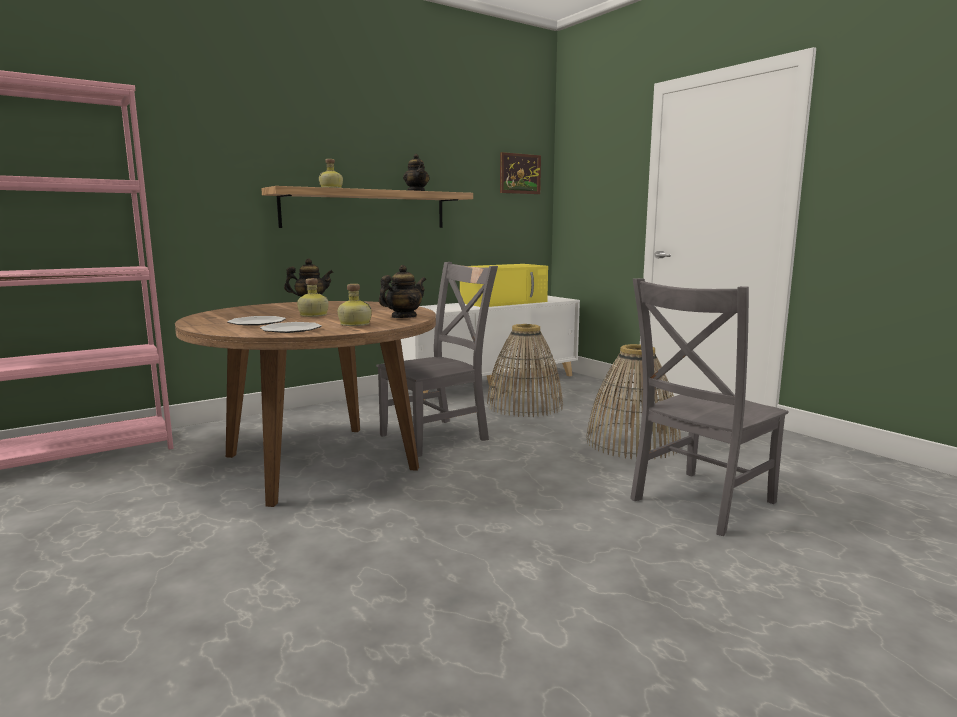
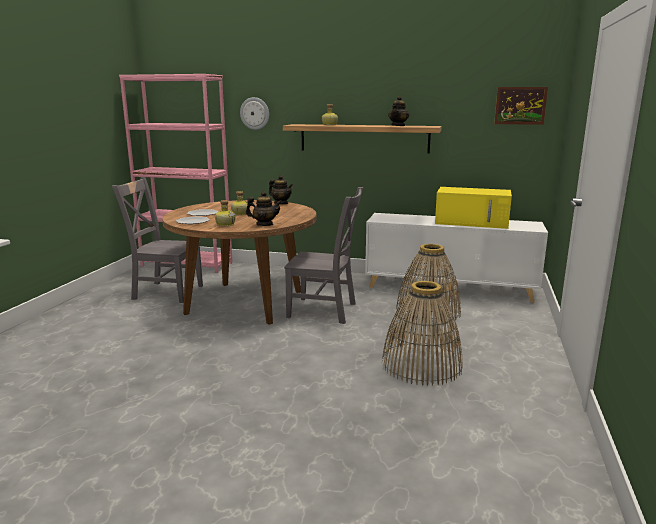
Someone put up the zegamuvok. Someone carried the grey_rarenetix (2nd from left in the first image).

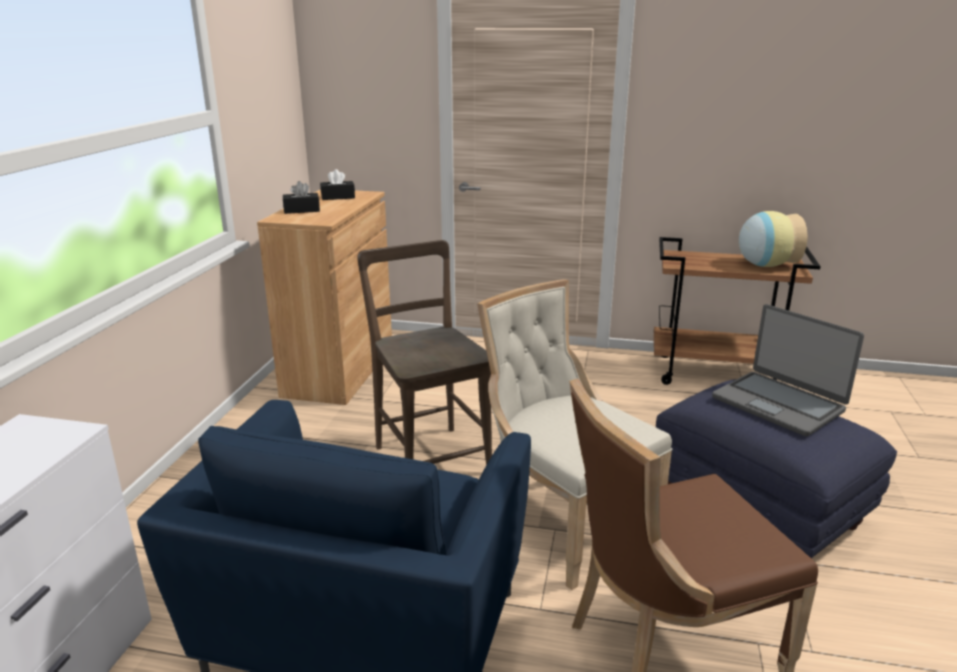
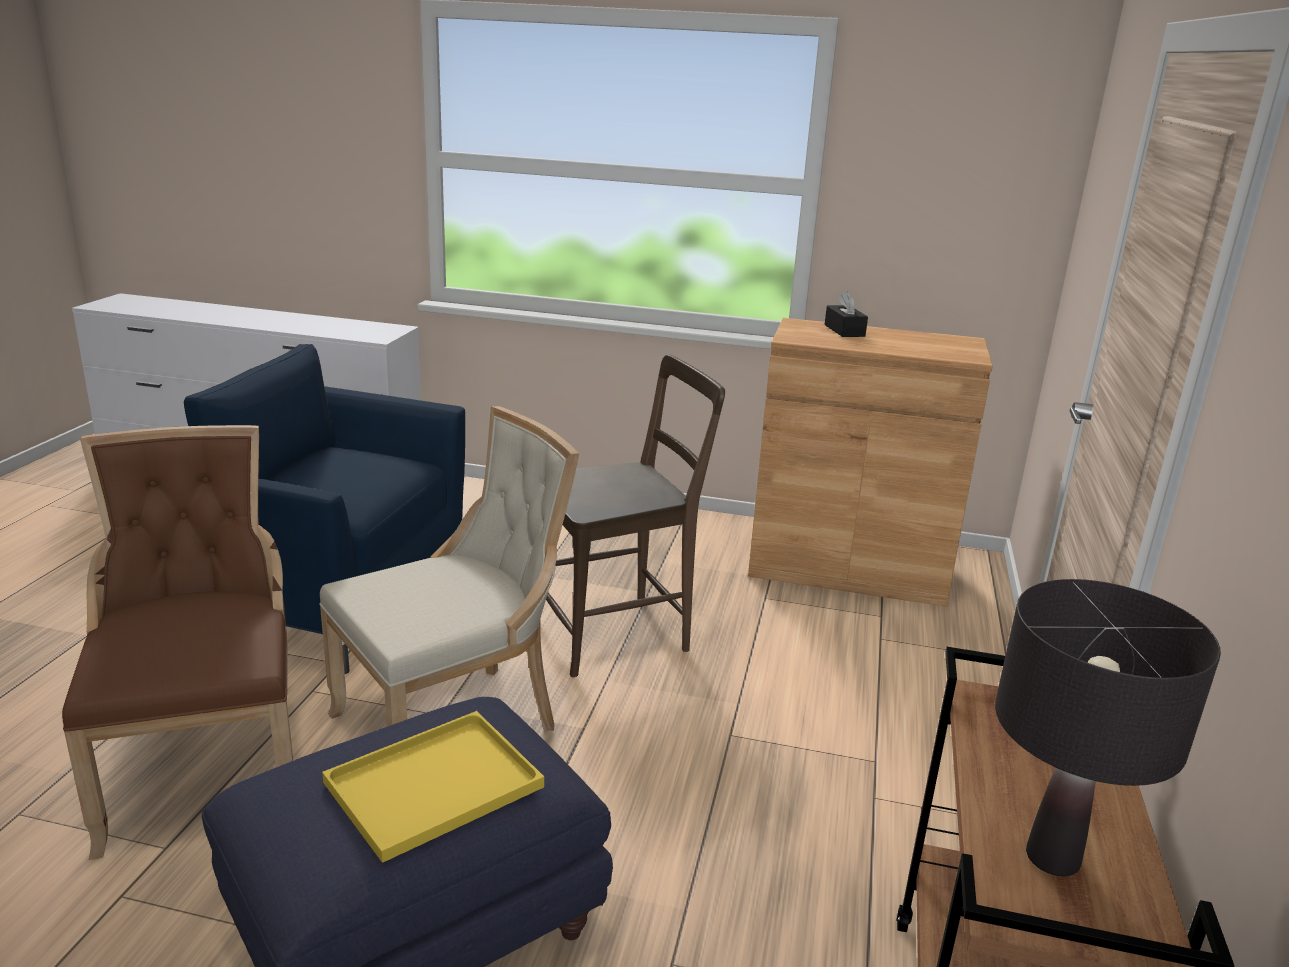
Someone took away the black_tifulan (2nd from left). Someone swapped the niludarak for the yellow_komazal. Someone swapped the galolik for the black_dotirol.

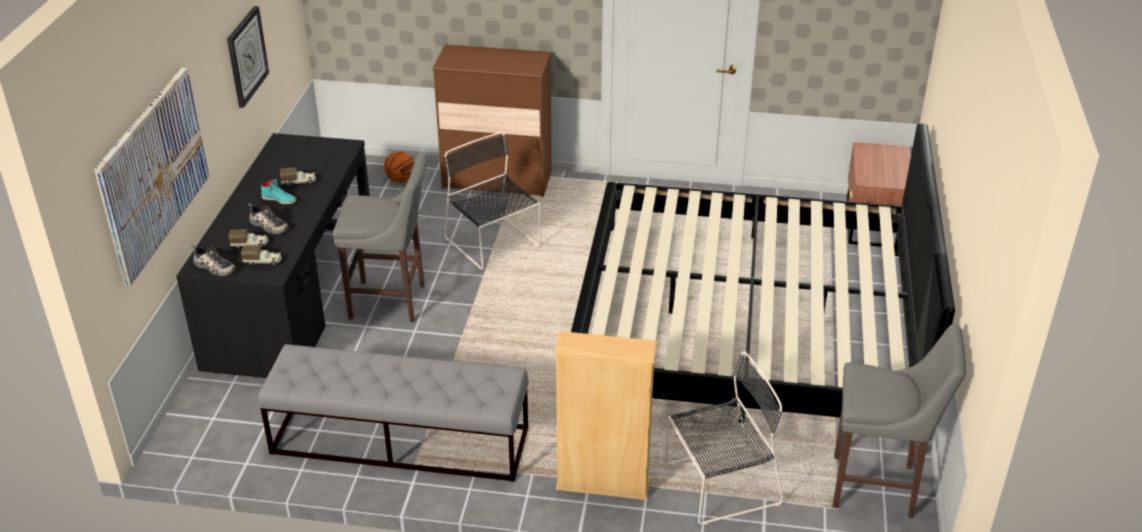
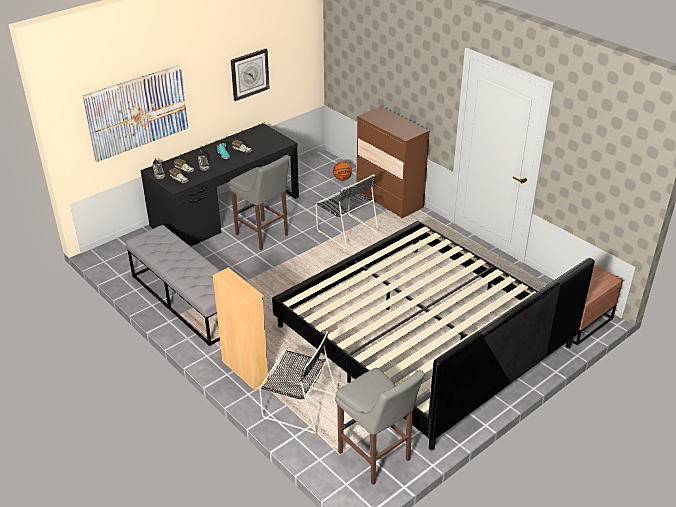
Someone rotated the black_rarenetix (1st from left in the first image) by 135 degrees clockwise.

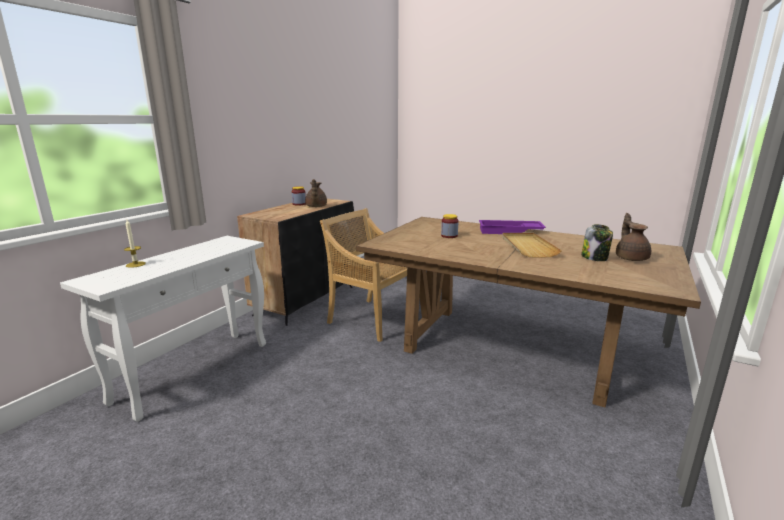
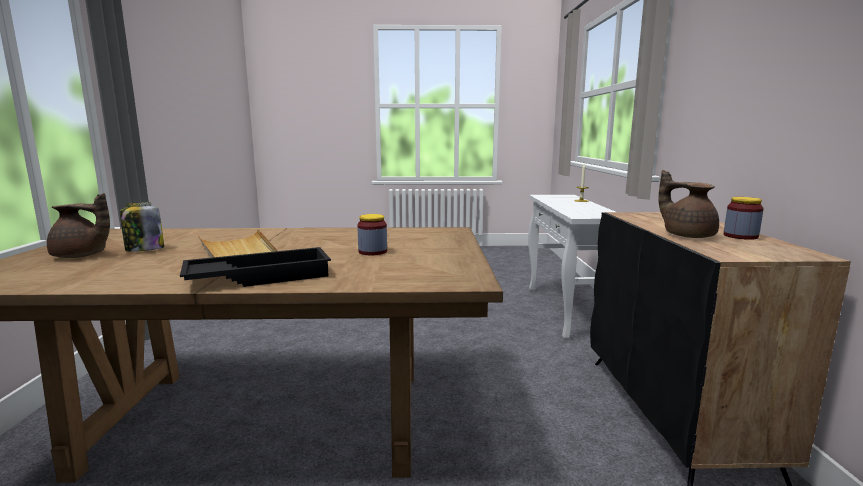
Someone took away the beige_rarenetix. Someone repainted the purple_komazal, which became the black_komazal. Someone rotated the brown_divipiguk (2nd from left in the first image) by 60 degrees counterclockwise.

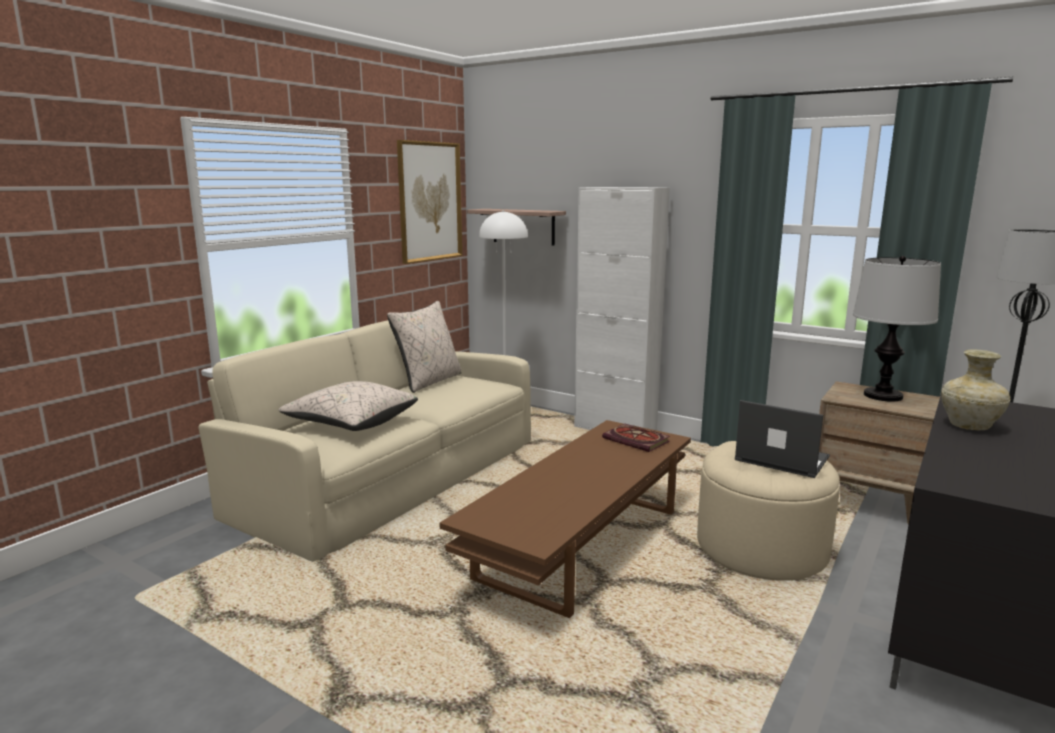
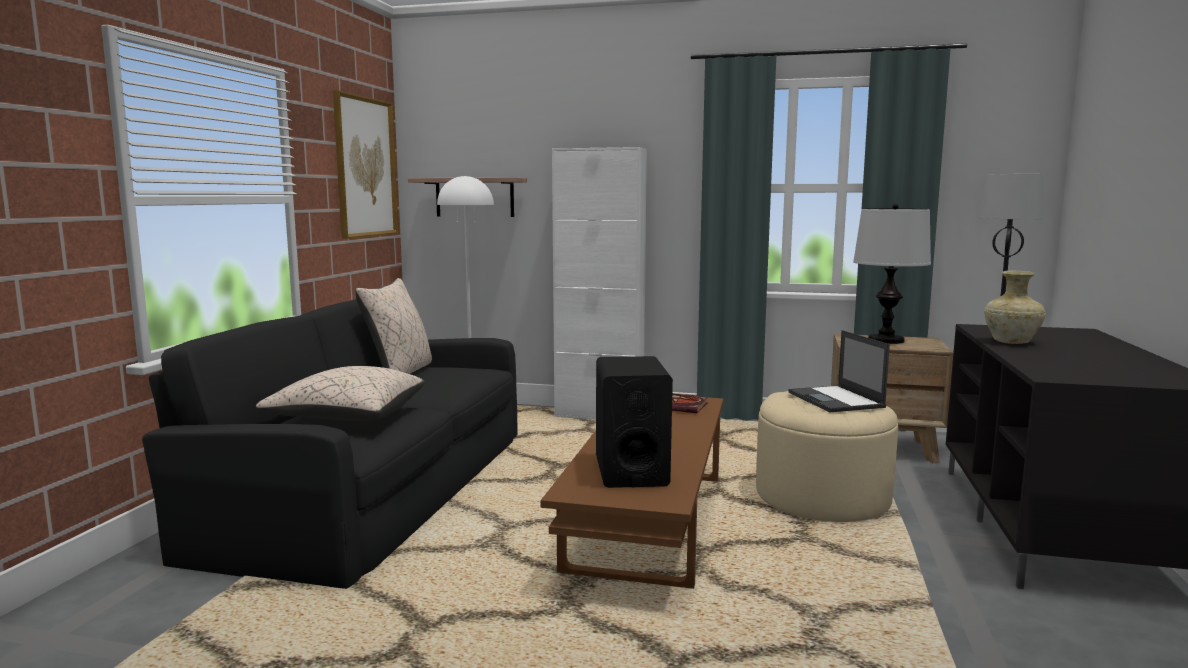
Someone put down the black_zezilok. Someone repainted the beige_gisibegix, which became the black_gisibegix. Someone rotated the niludarak by 120 degrees counterclockwise.

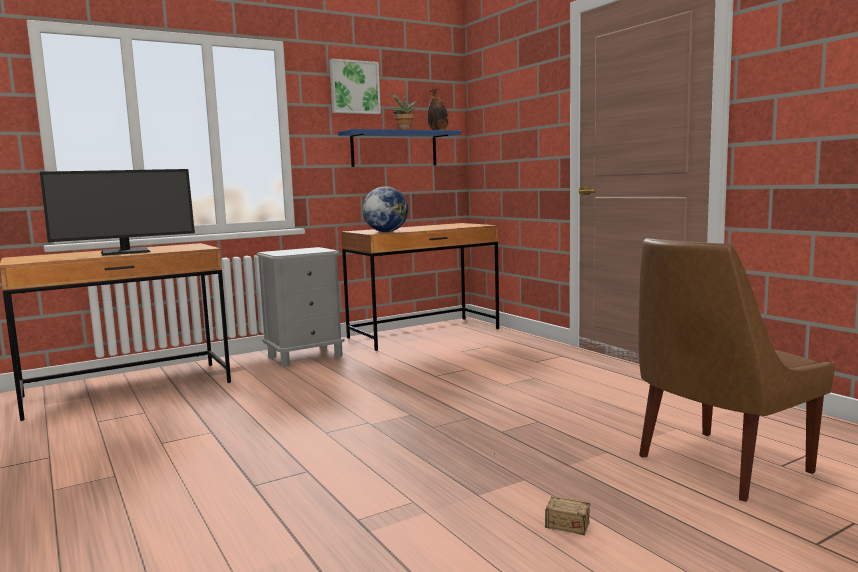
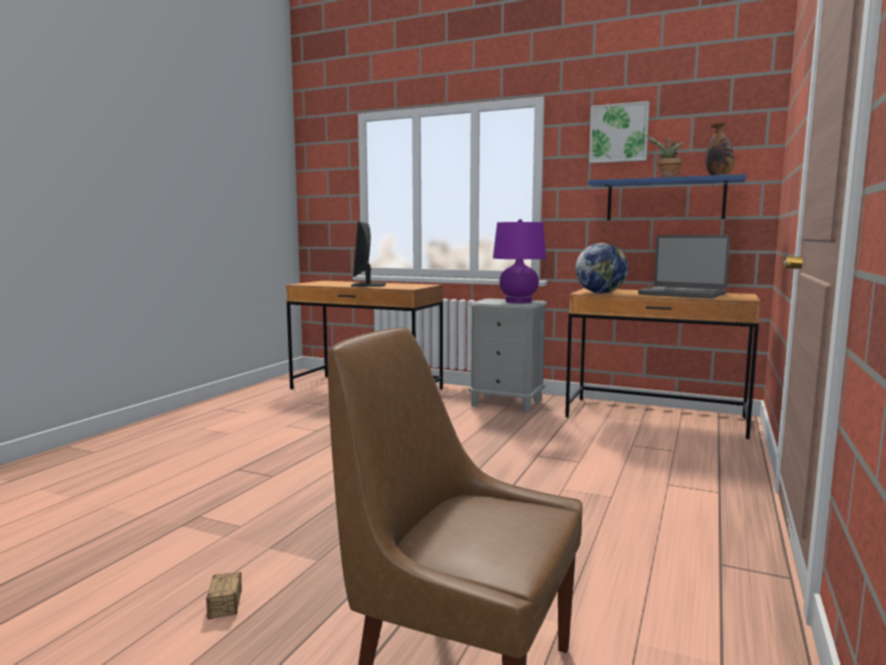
Someone put down the purple_dotirol. Someone put down the niludarak. Someone rotated the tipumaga by 60 degrees clockwise.

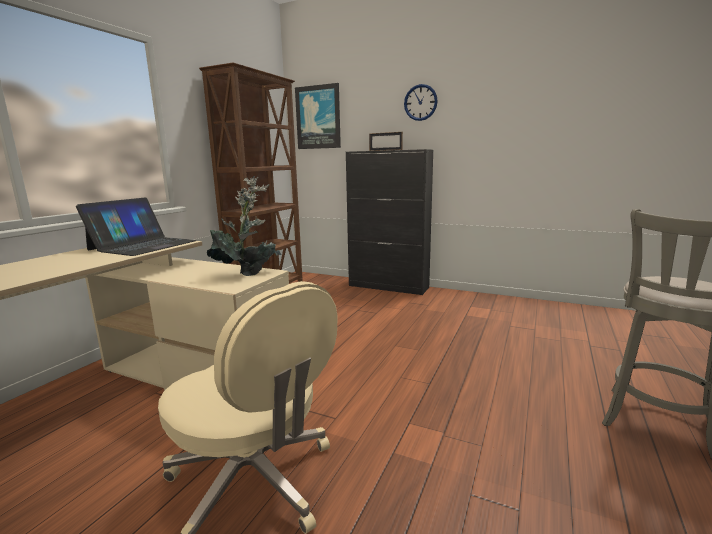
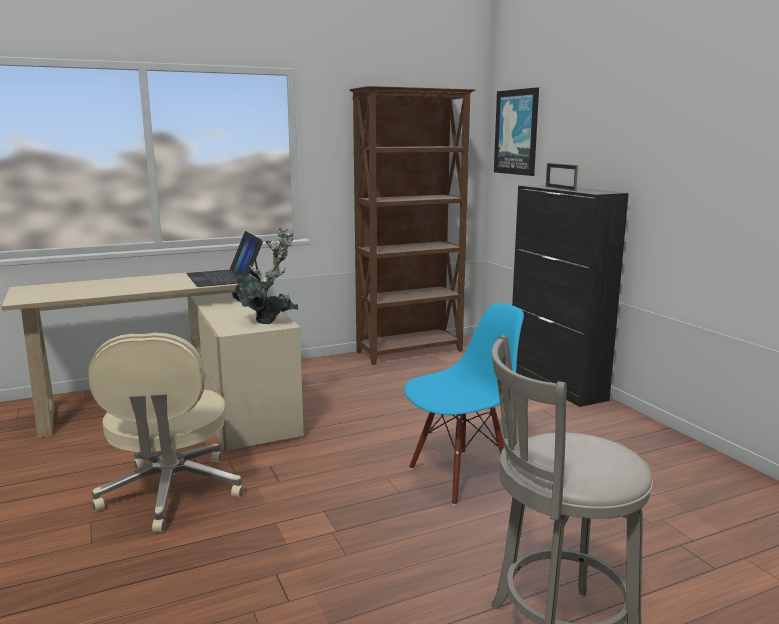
Someone took away the zegamuvok. Someone put down the blue_rarenetix. Someone rotated the niludarak by 90 degrees clockwise.

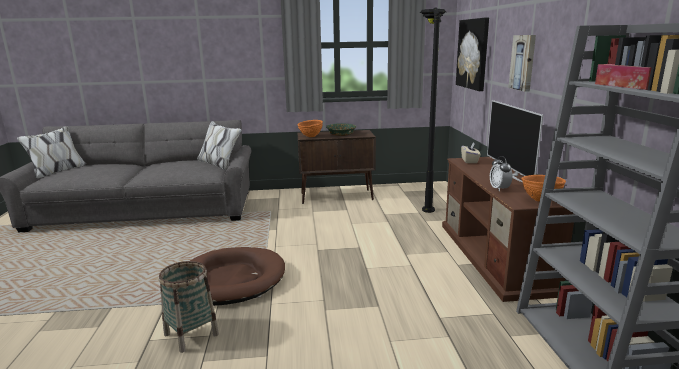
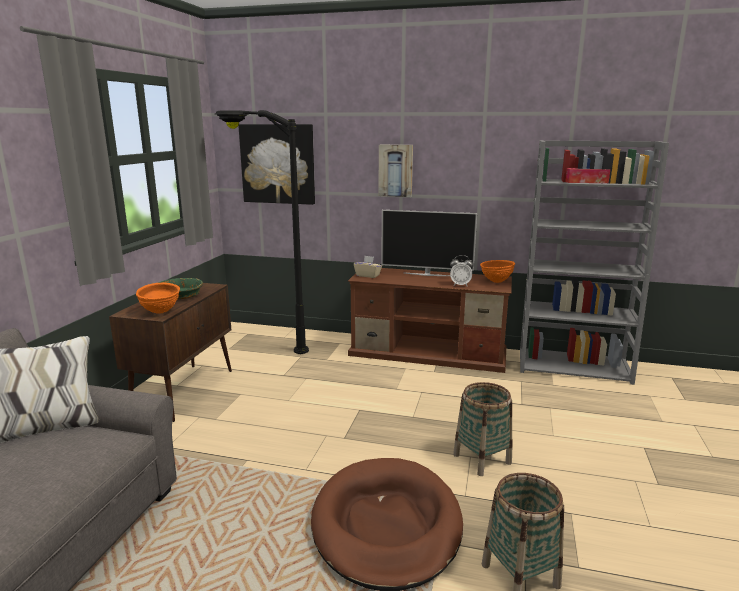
Someone put down the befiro (1st from left).

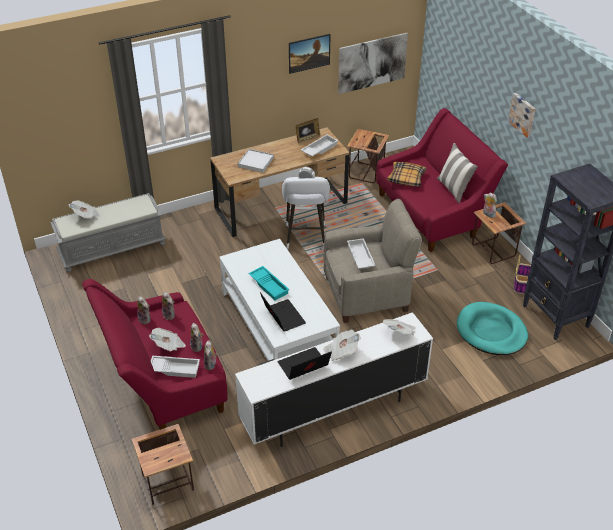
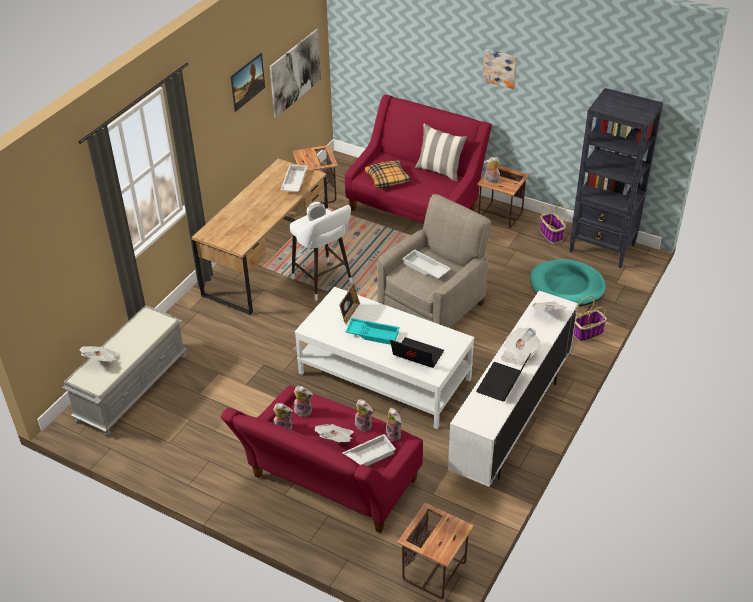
Someone took away the white_komazal (2nd from left). Someone put down the befiro (2nd from left). Someone carried the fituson.

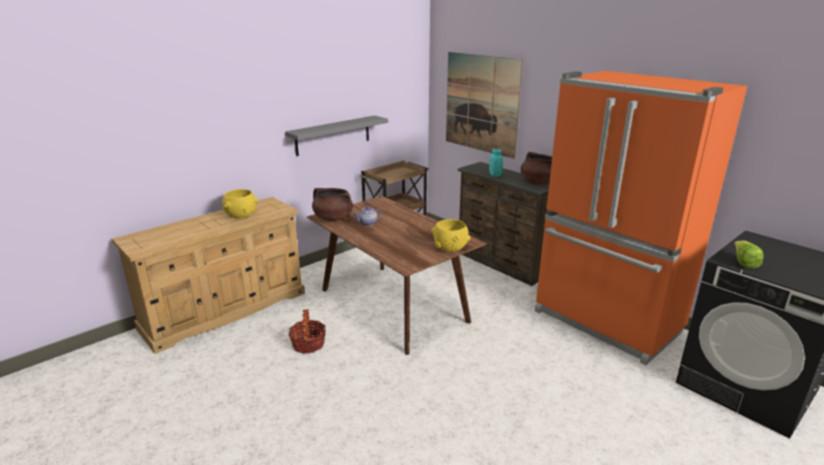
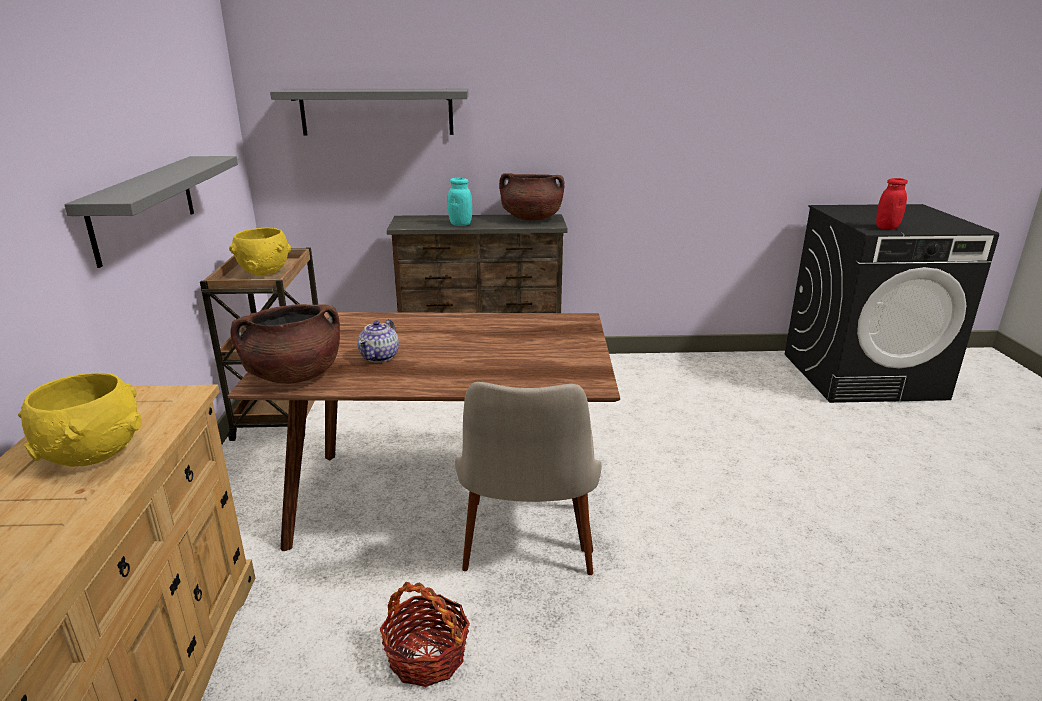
Someone took away the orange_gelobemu. Someone put down the beige_rarenetix. Someone carried the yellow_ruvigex (2nd from left). Someone swapped the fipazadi for the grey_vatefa (2nd from left). Someone swapped the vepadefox for the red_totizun.

